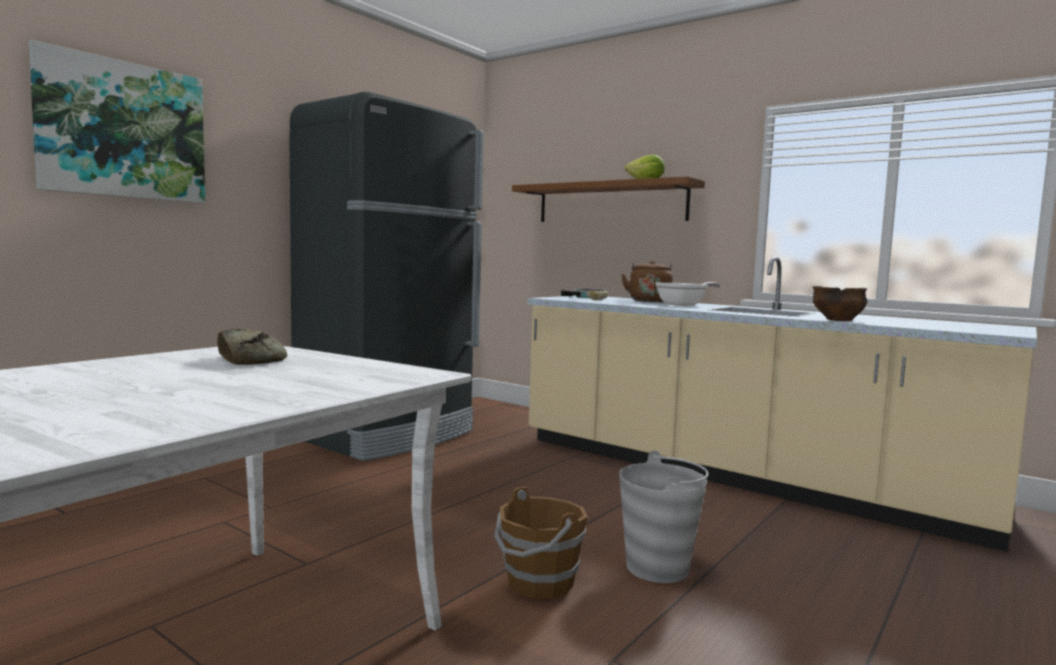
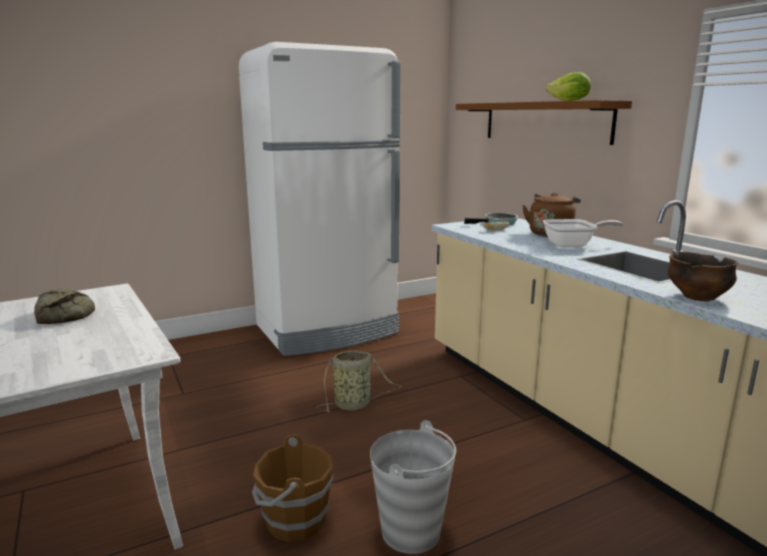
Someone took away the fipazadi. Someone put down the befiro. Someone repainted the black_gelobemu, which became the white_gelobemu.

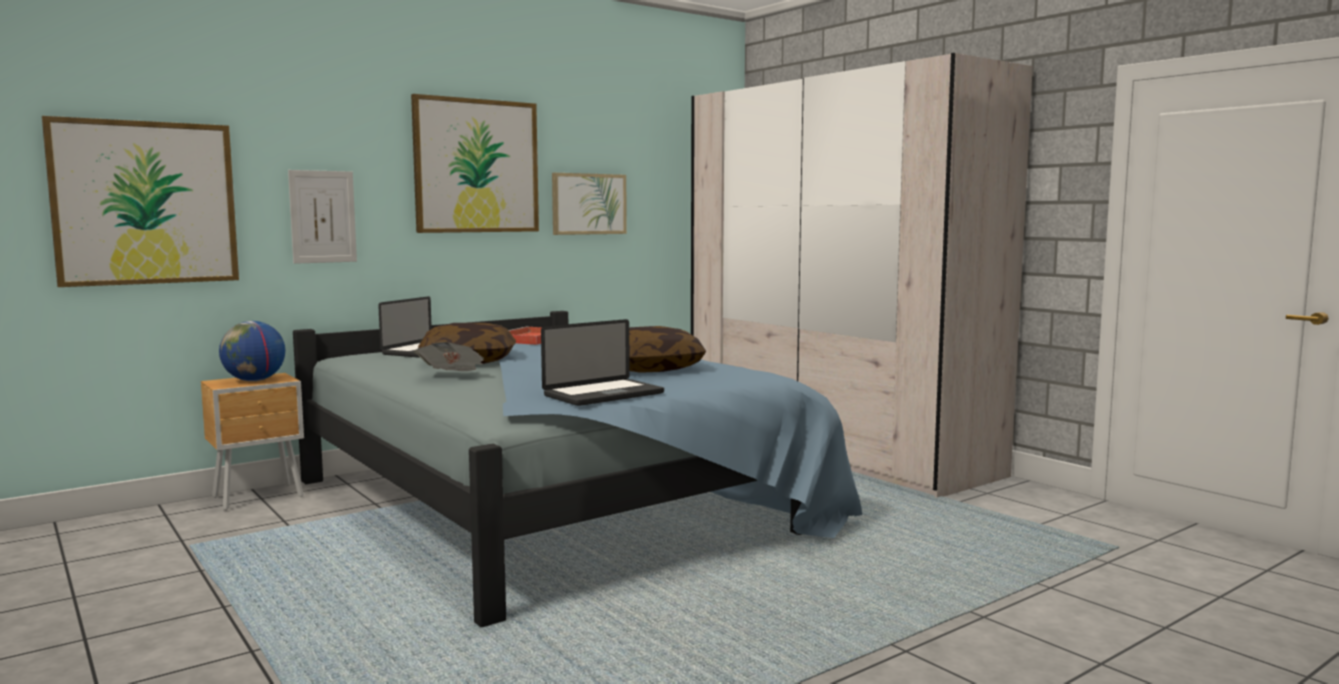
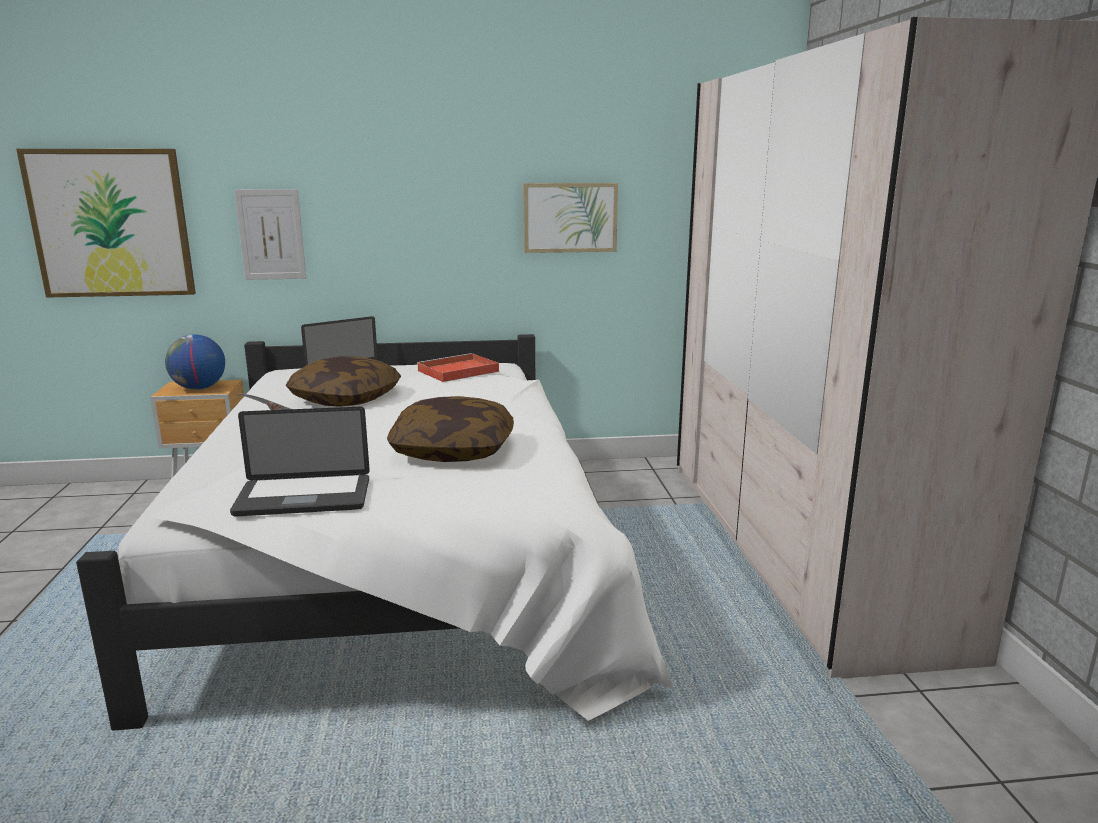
Someone took away the fipazadi (3rd from left). Someone repainted the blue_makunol, which became the white_makunol.

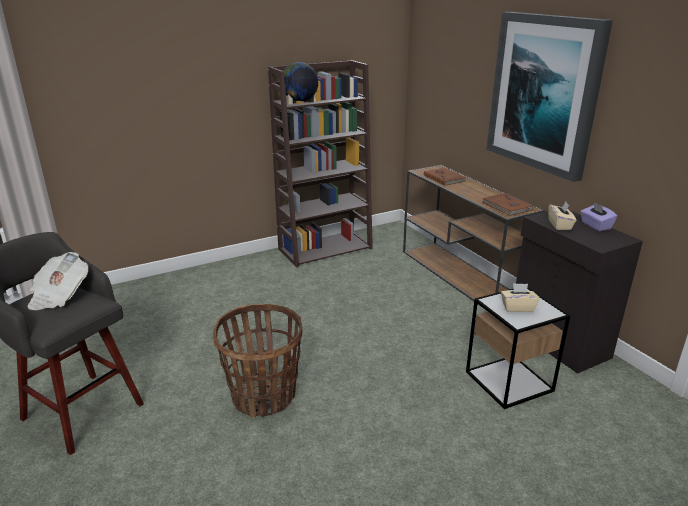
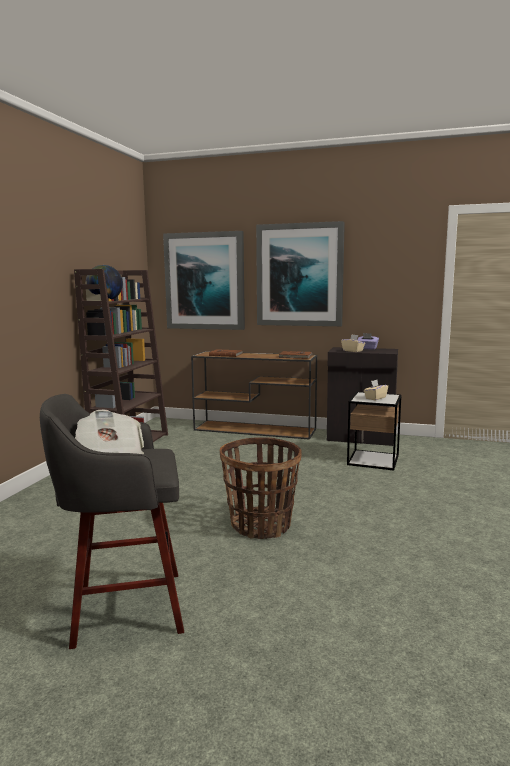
Someone put up the fipazadi (1st from left).

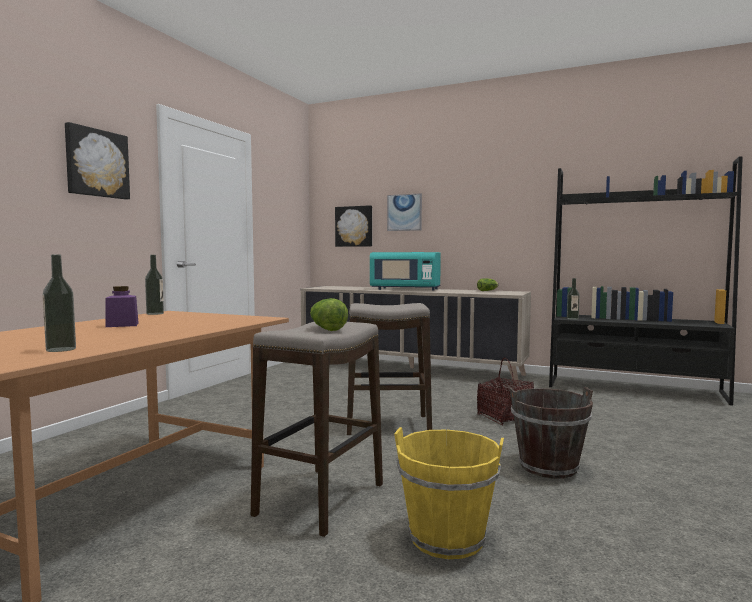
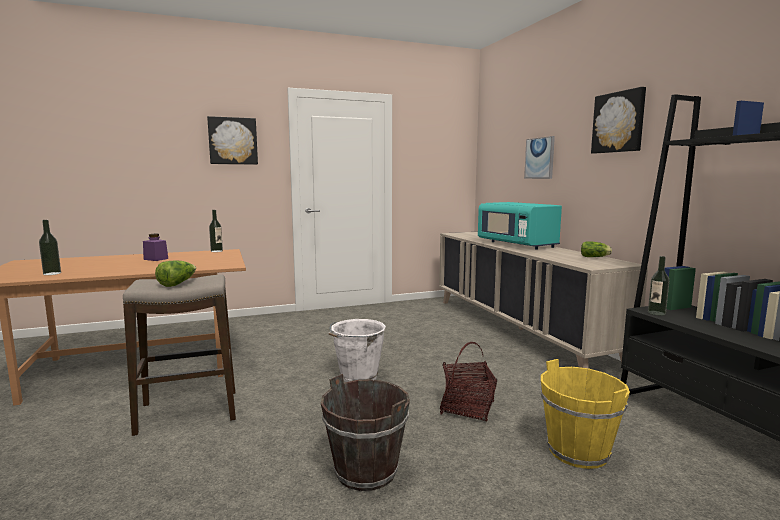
Someone carried the fipazadi (2nd from left in the first image). Someone carried the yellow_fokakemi. Someone swapped the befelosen (2nd from left) for the white_fokakemi.

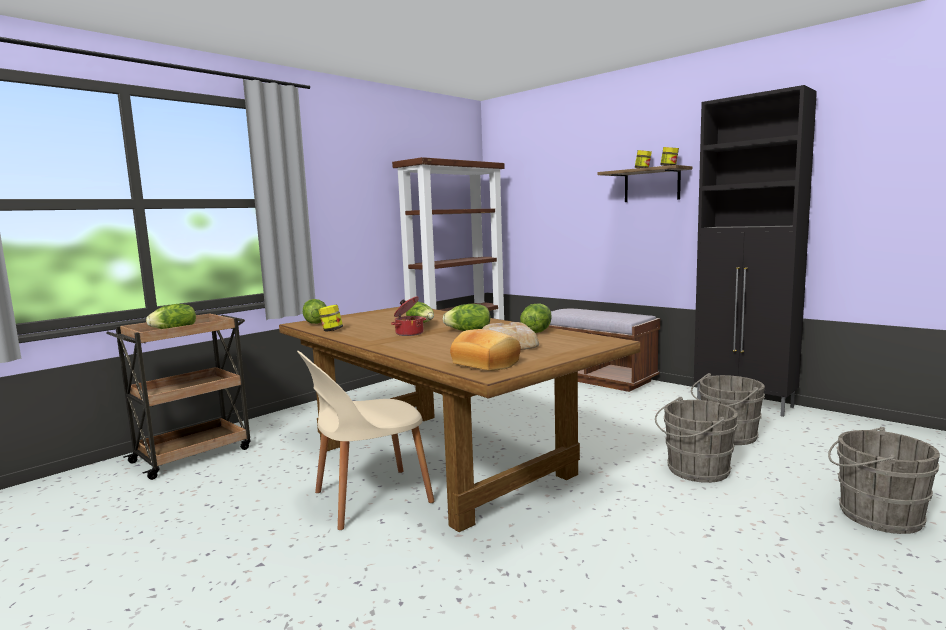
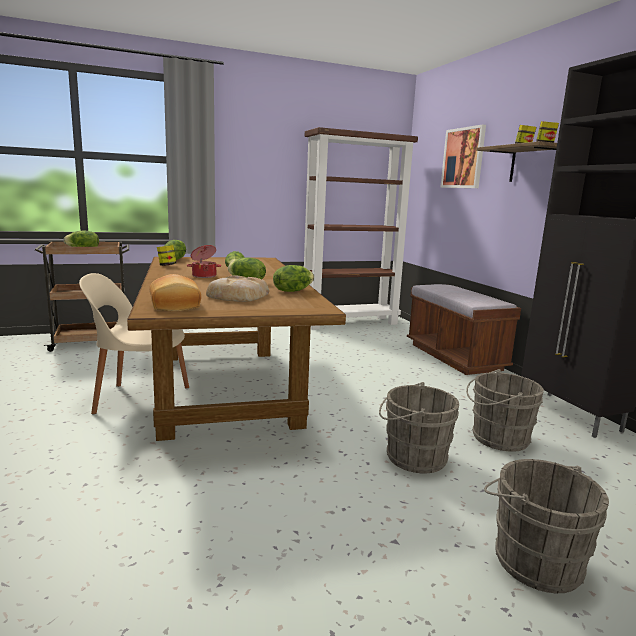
Someone put up the fipazadi.

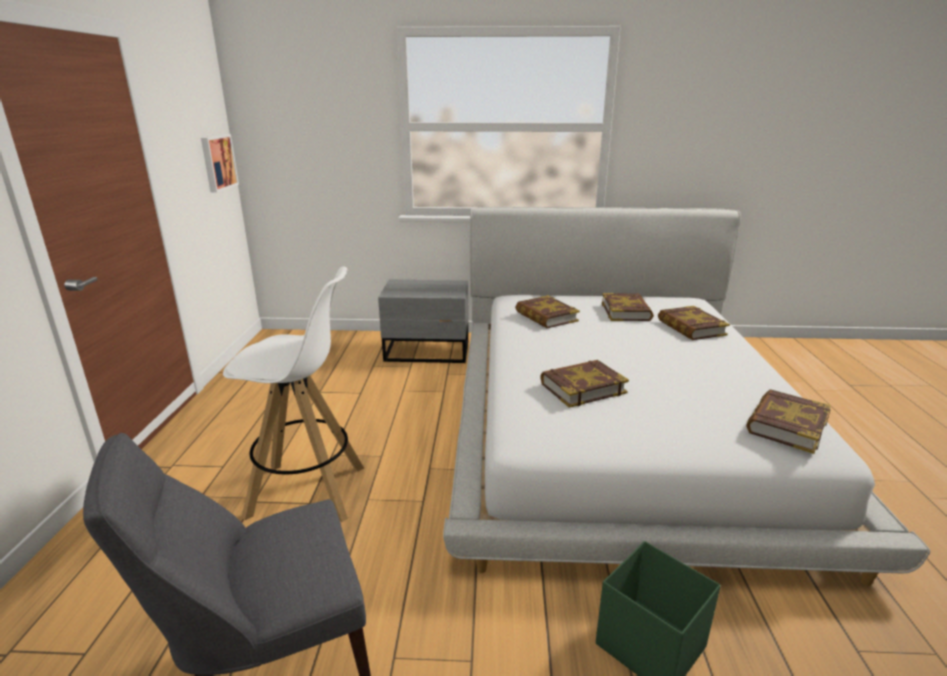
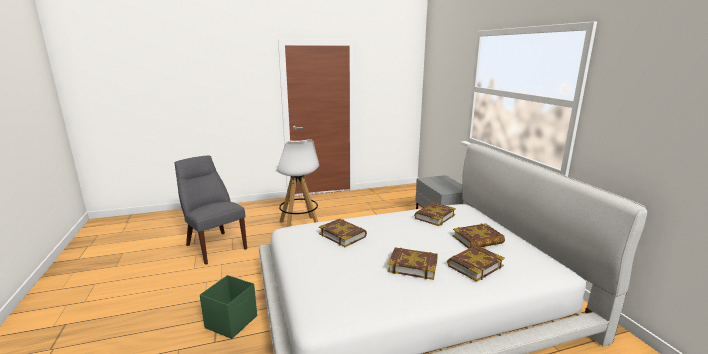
Someone took away the fipazadi. Someone carried the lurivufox (5th from left in the first image).

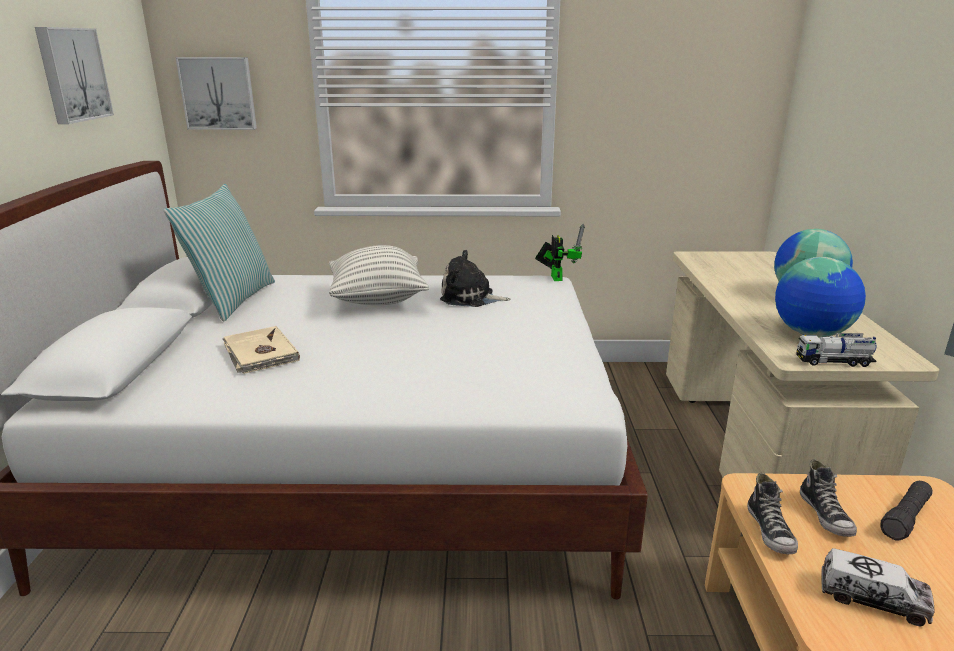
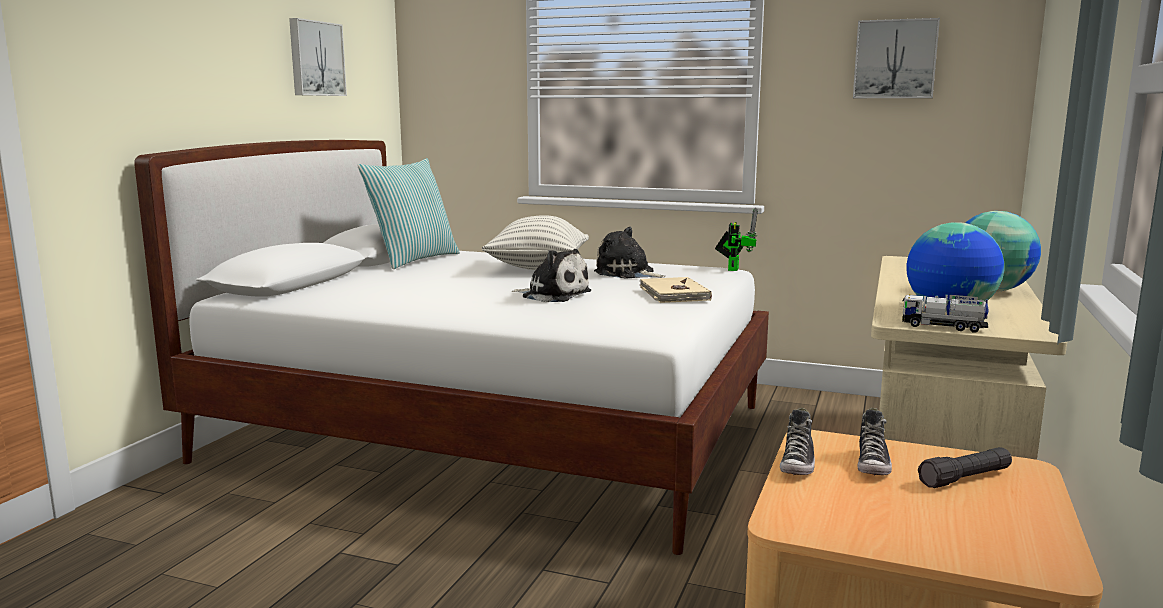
Someone took away the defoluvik (2nd from left). Someone put down the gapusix (1st from left). Someone carried the fipazadi (2nd from left). Someone carried the beige_lurivufox.

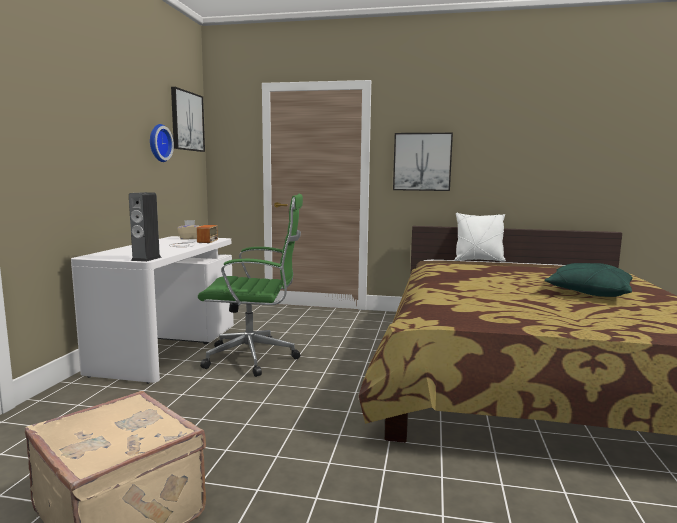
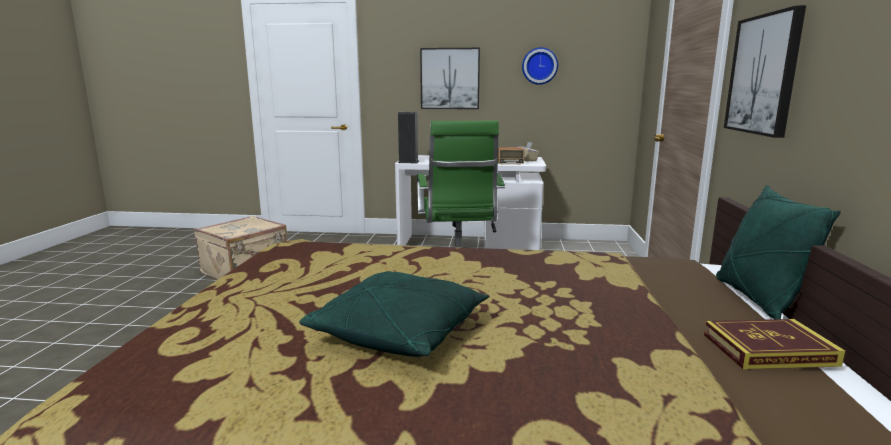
Someone put down the lurivufox. Someone carried the fipazadi (1st from left). Someone repainted the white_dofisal, which became the green_dofisal (2nd from left).

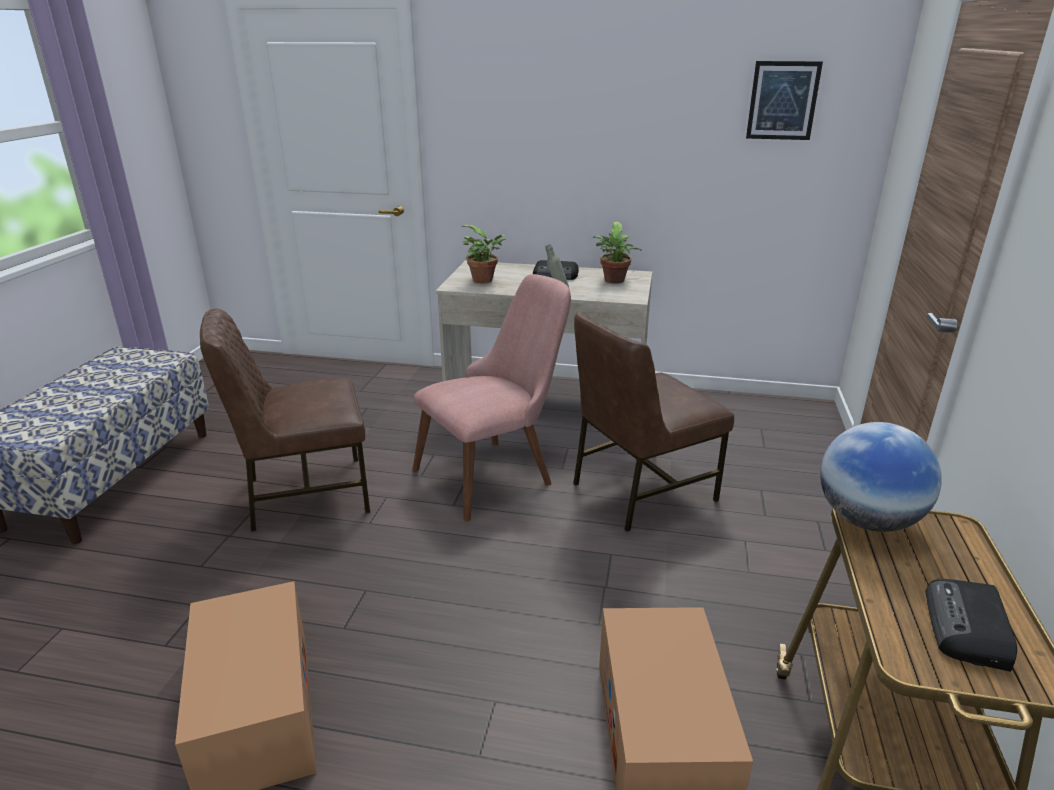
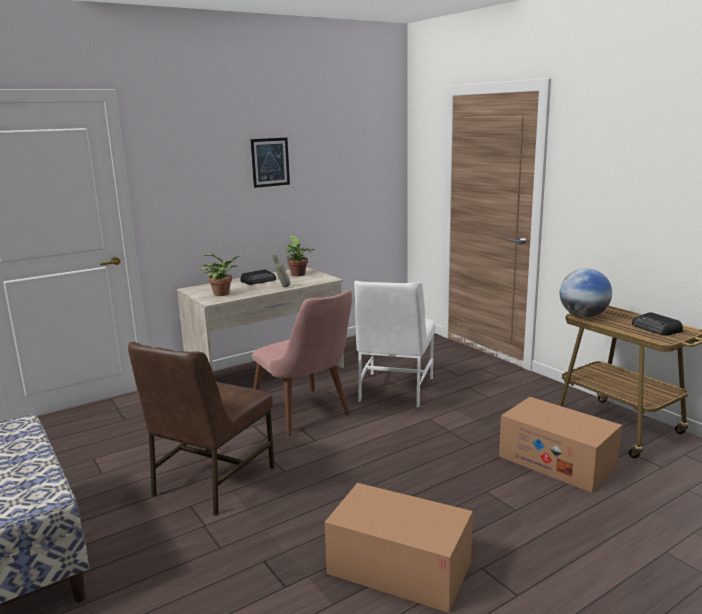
Someone carried the fipazadi. Someone repainted the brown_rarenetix (2nd from left), which became the white_rarenetix. Someone rotated the pink_rarenetix by 135 degrees clockwise.

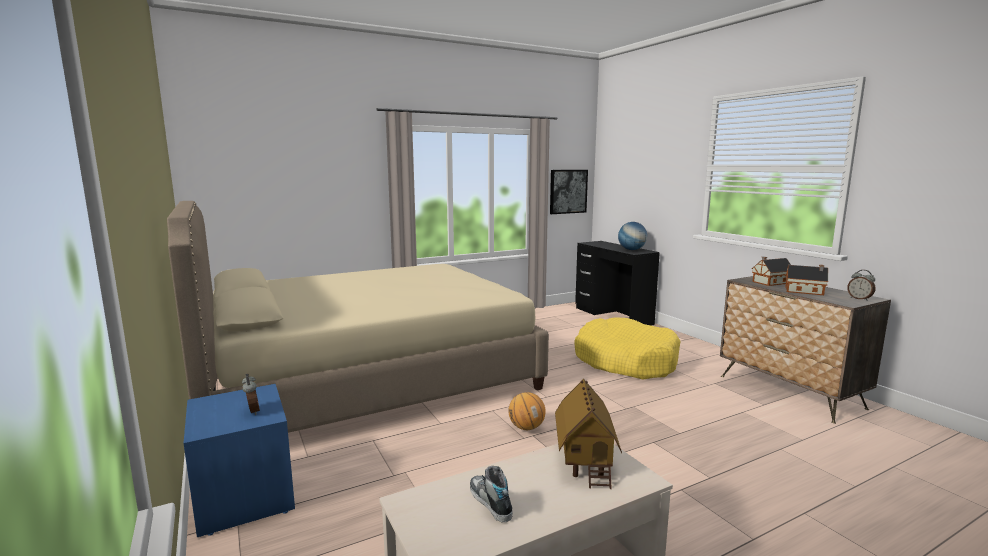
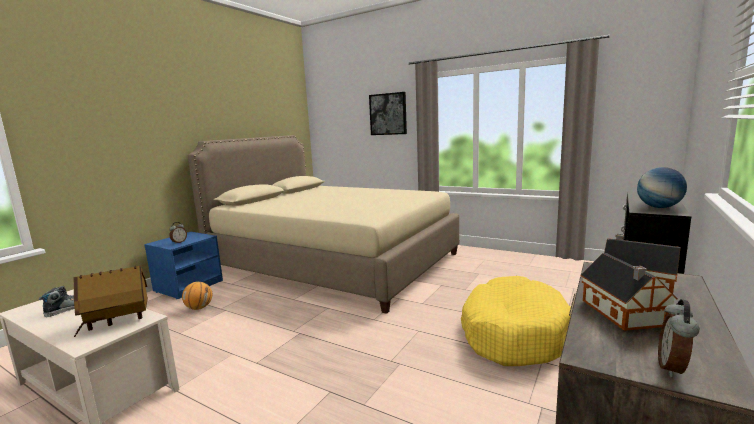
Someone carried the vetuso. Someone carried the fipazadi.

